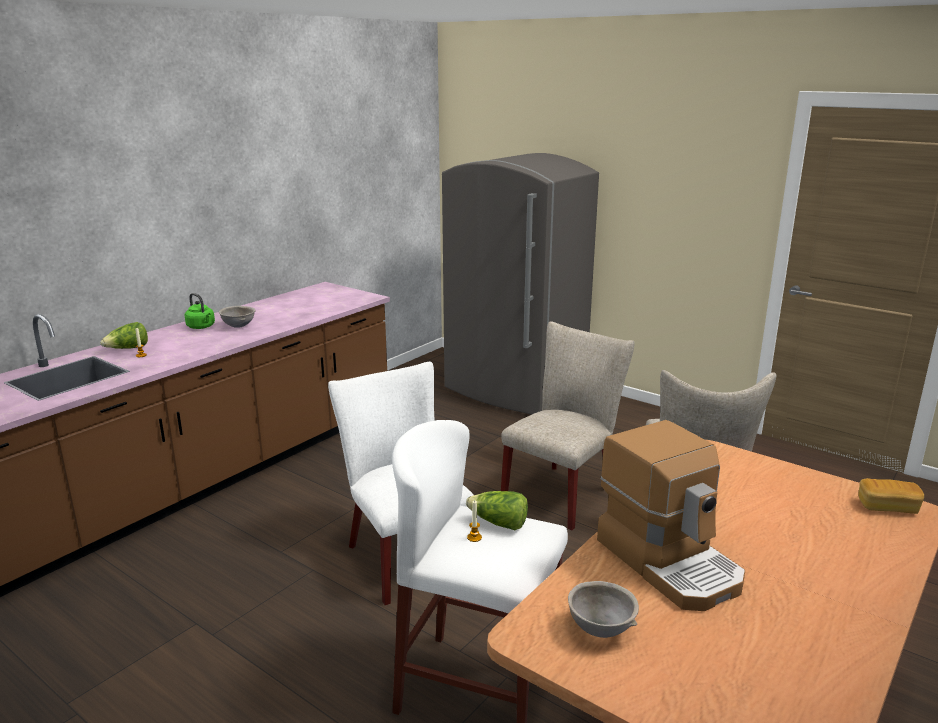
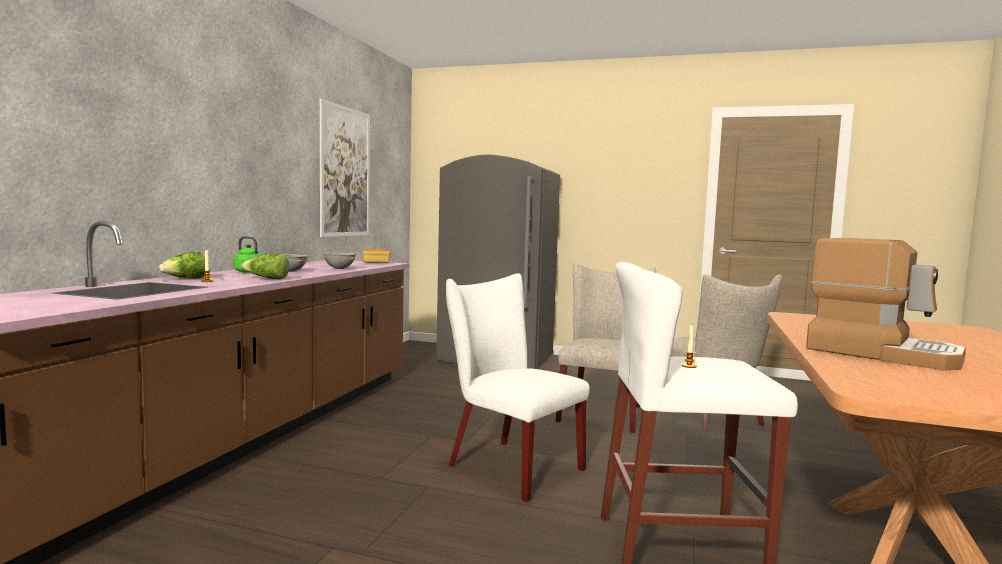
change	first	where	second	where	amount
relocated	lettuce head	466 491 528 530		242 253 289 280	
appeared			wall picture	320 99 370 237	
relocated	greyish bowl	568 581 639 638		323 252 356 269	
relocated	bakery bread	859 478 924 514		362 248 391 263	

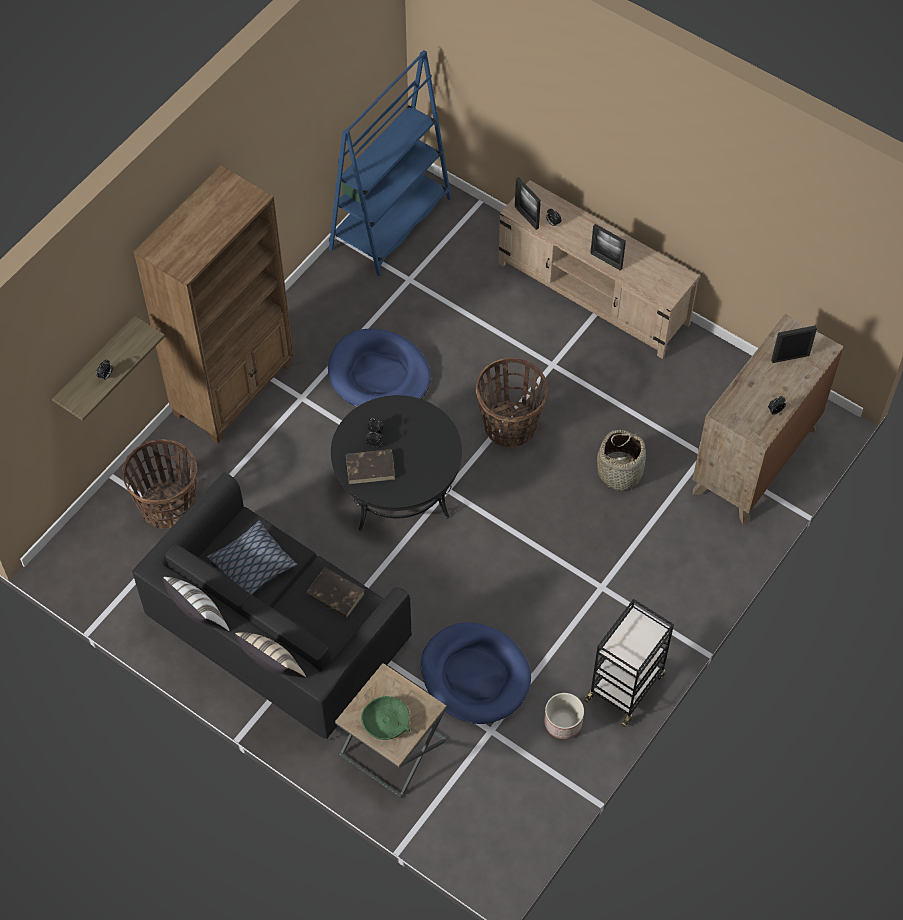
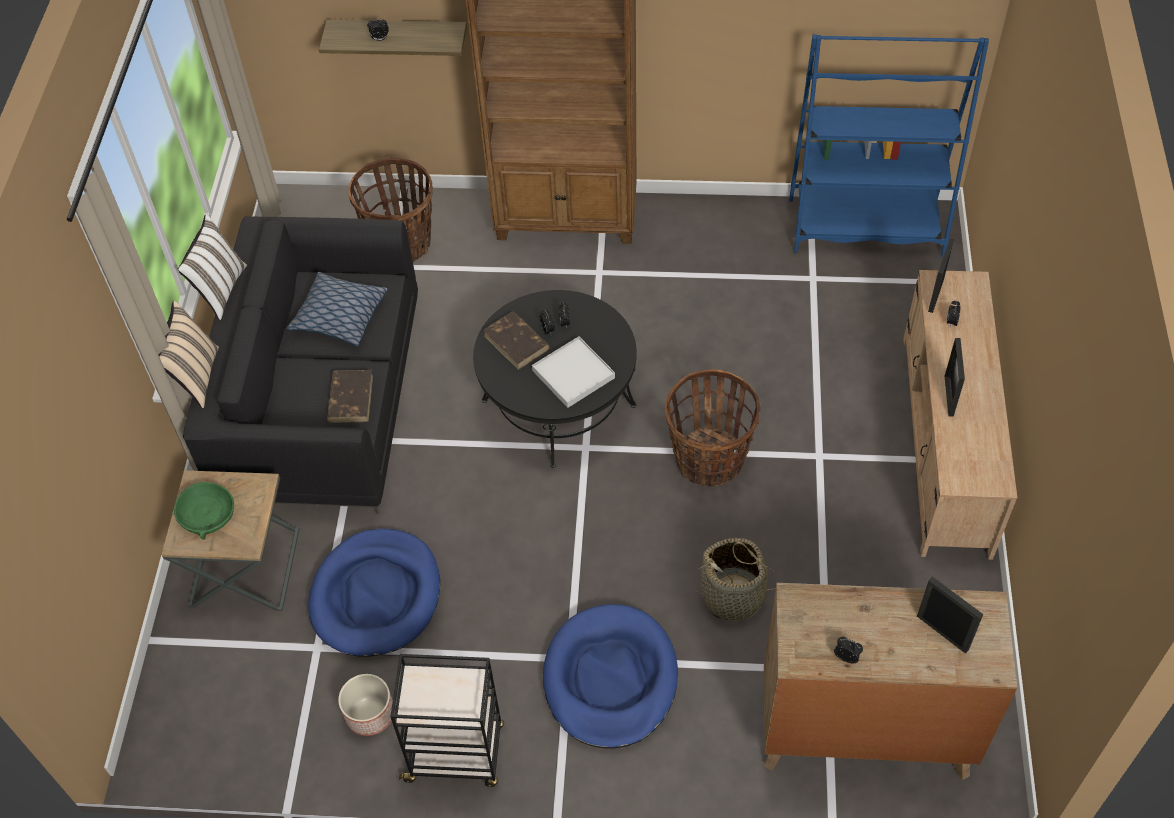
change	first	where	second	where	amount
appeared			white tray	532 336 615 408	
relocated	blue-coloured dog bed	328 329 431 407		543 604 678 749	

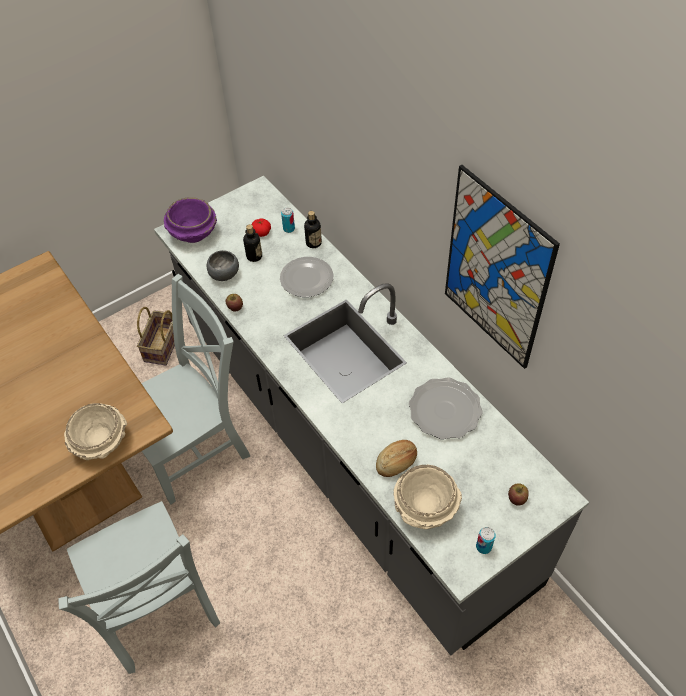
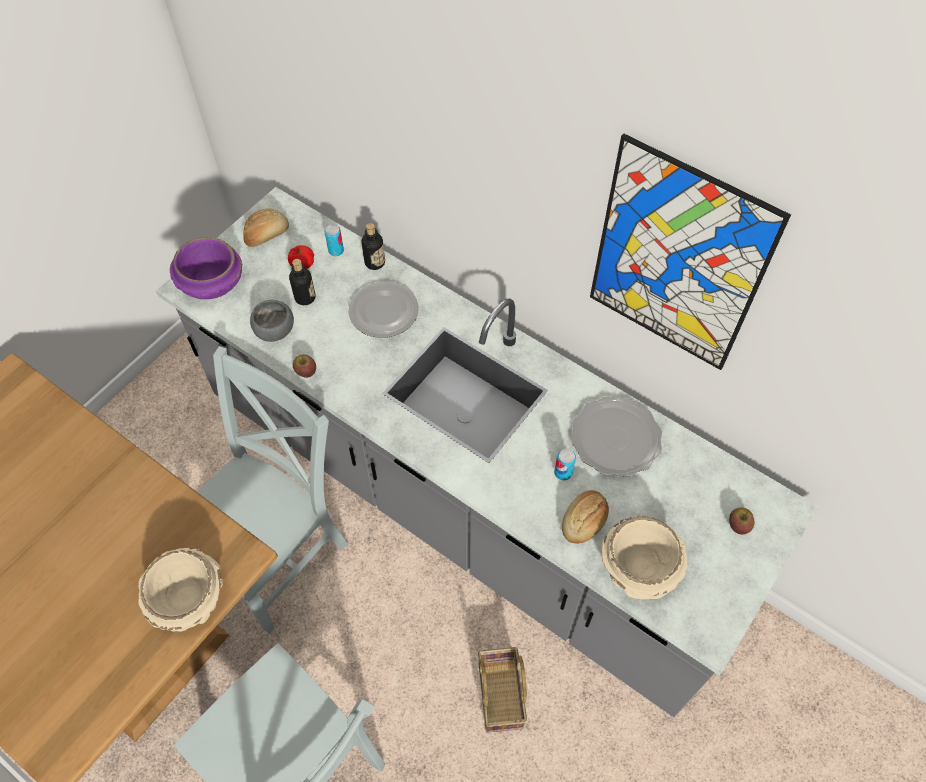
change	first	where	second	where	amount
appeared			bakery bread	243 208 289 247	
relocated	household basket	137 307 175 365		478 647 527 733	
relocated	can	476 527 496 554		554 448 576 481	

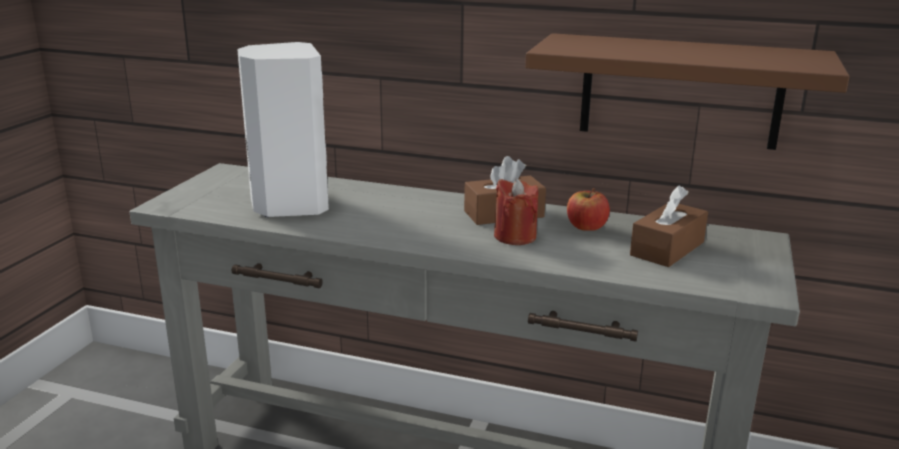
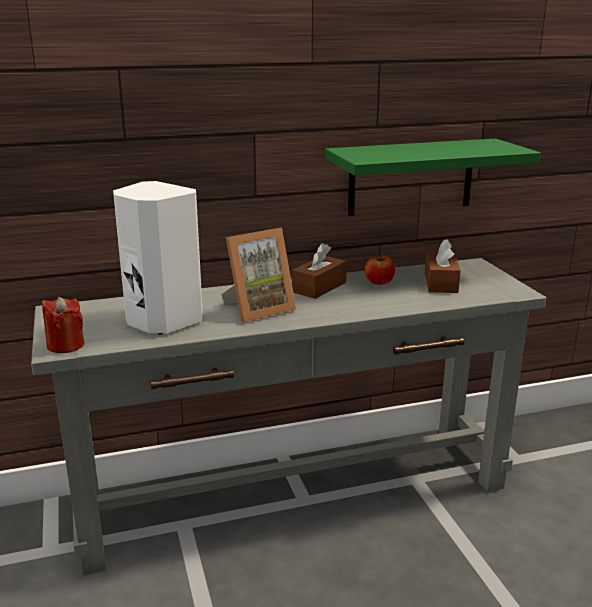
change	first	where	second	where	amount
relocated	red-coloured wax light	494 178 538 245		42 297 84 353	
appeared			standing frame	221 227 296 322	
colour	brownish bracket shelf	525 33 850 150	greenish bracket shelf	325 139 541 216	

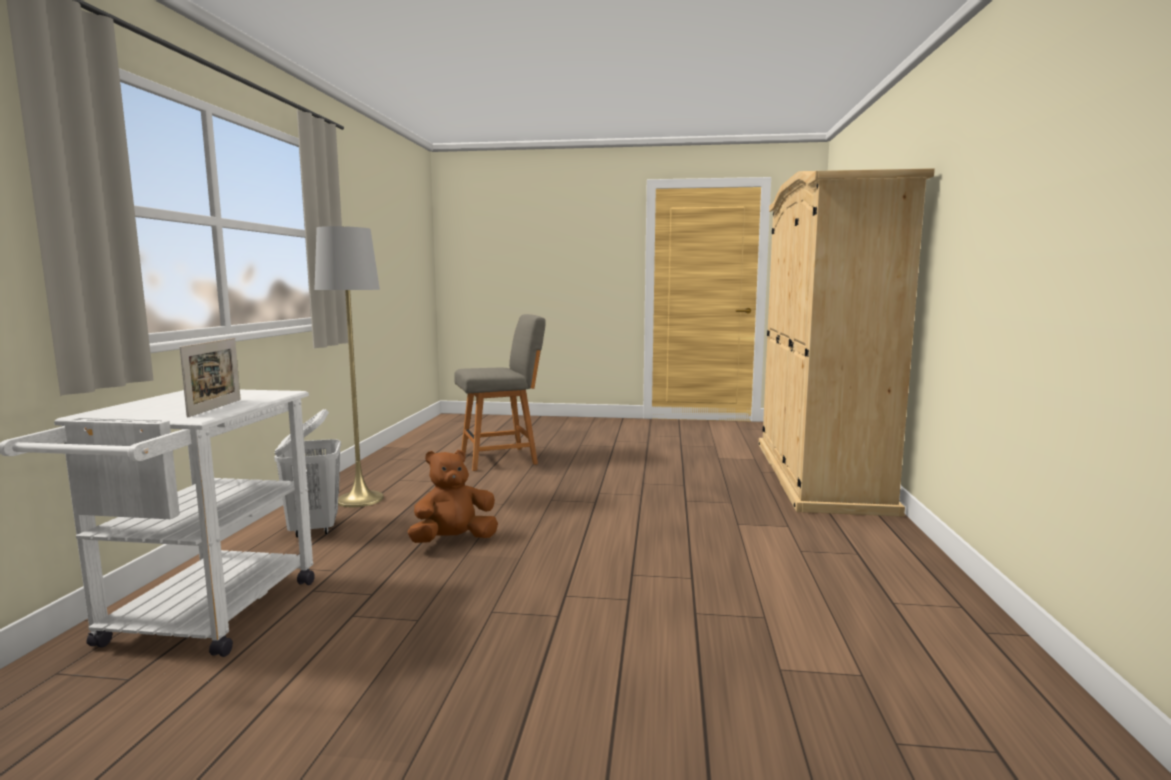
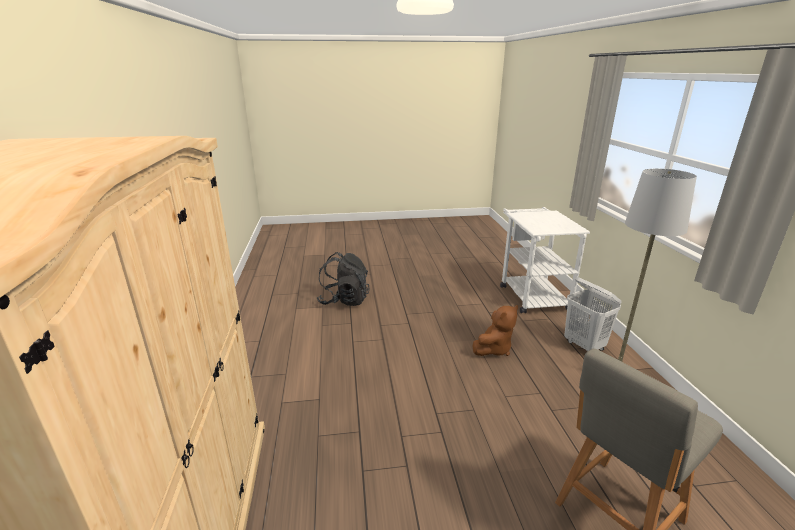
change	first	where	second	where	amount
appeared			blackish backpack	317 252 370 306	
missing	standing frame	179 338 241 418			

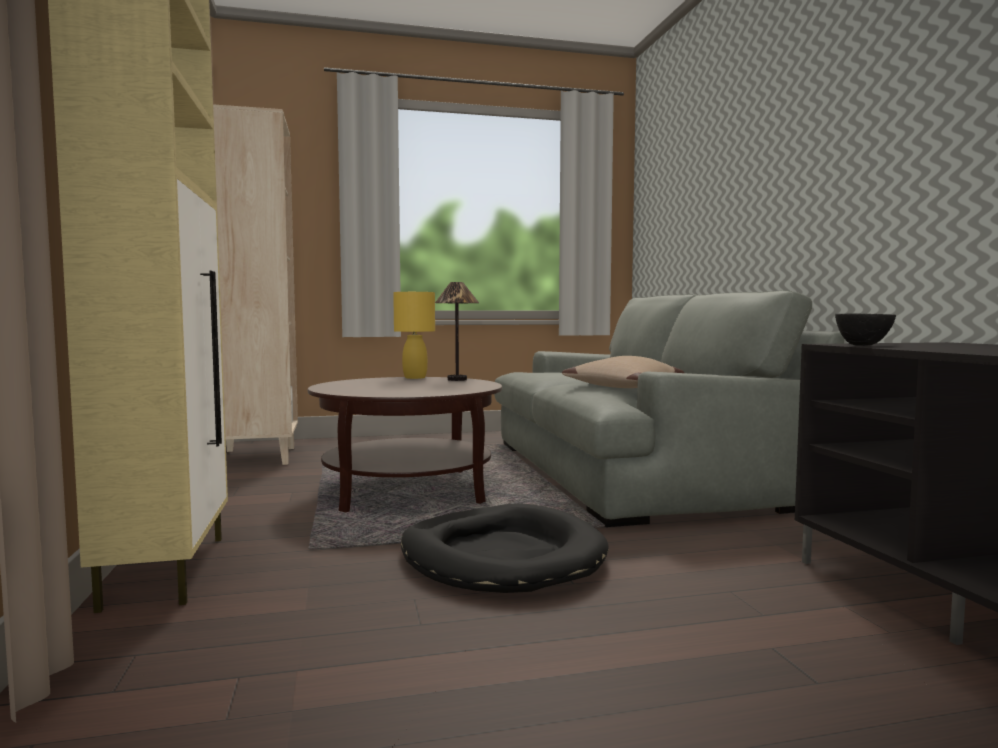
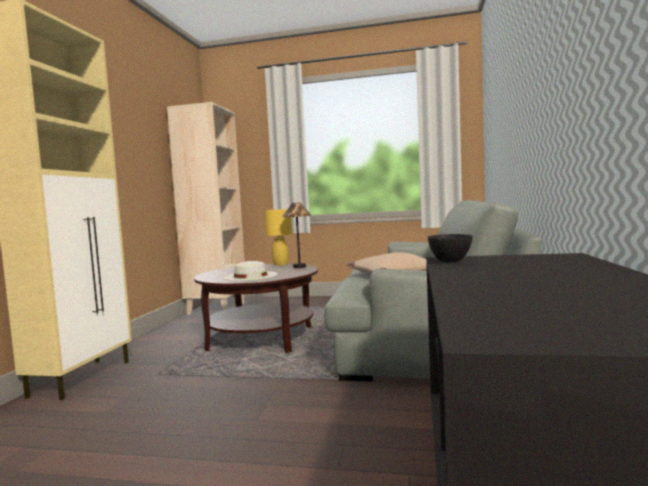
change	first	where	second	where	amount
appeared			white hat	223 261 278 281	
missing	blackish dog bed	401 503 609 593			

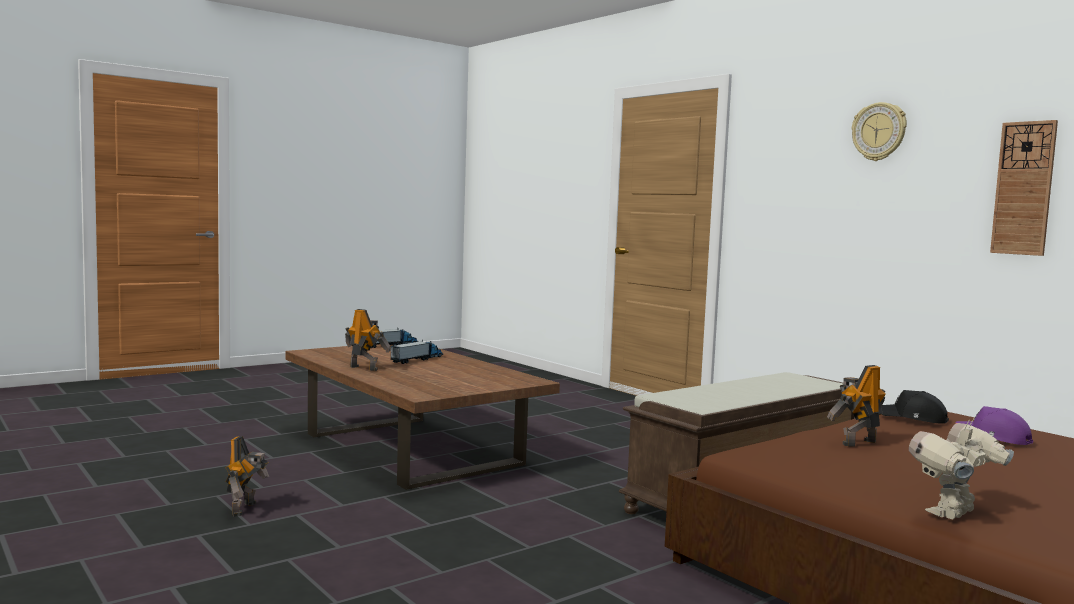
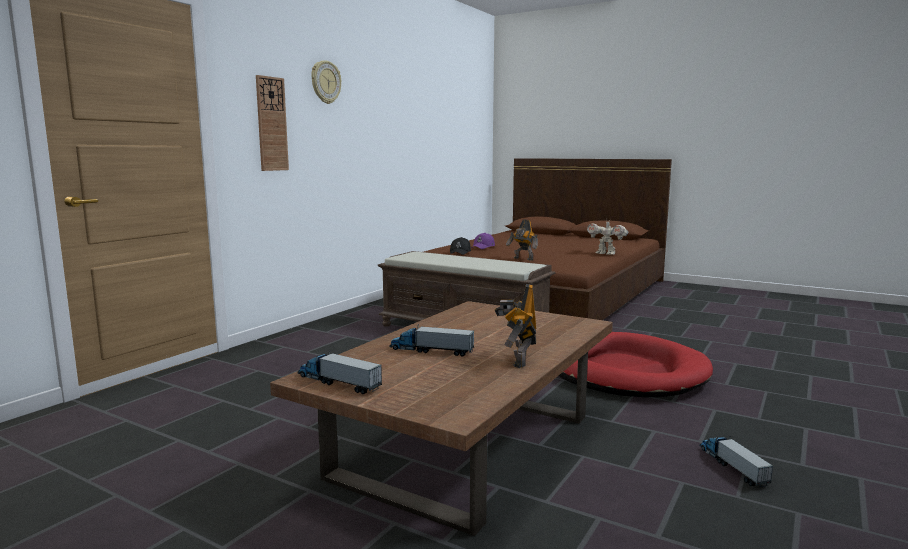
change	first	where	second	where	amount
relocated	clock on the wall	990 120 1058 256		256 75 289 171	
appeared			red-coloured dog bed	559 332 713 397	
exchanged	model robot	226 436 269 517	toy lorry	699 436 773 487	

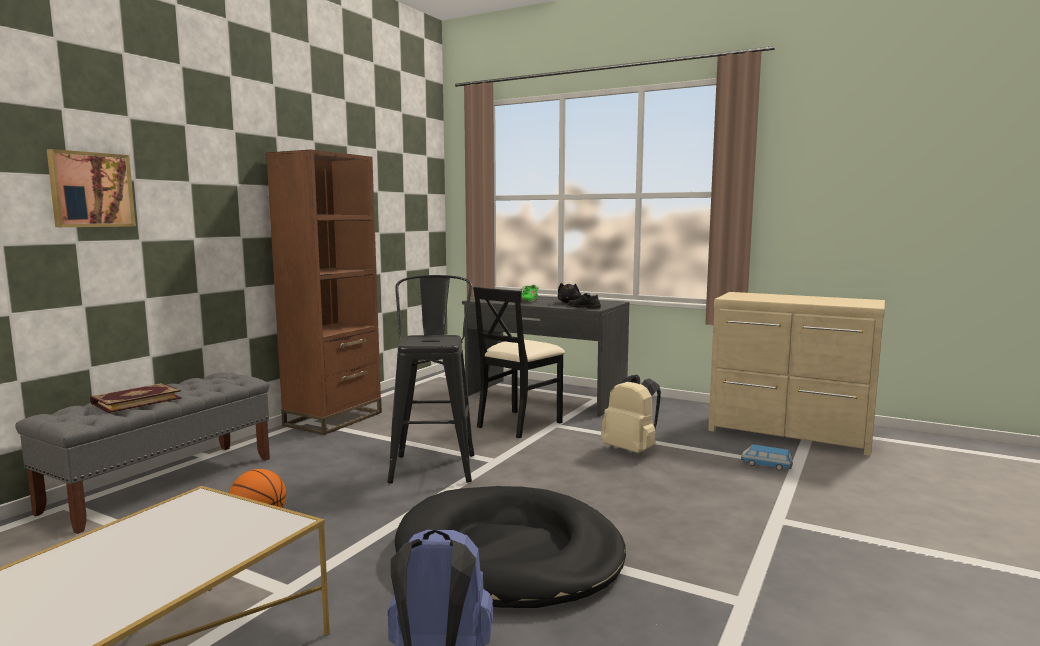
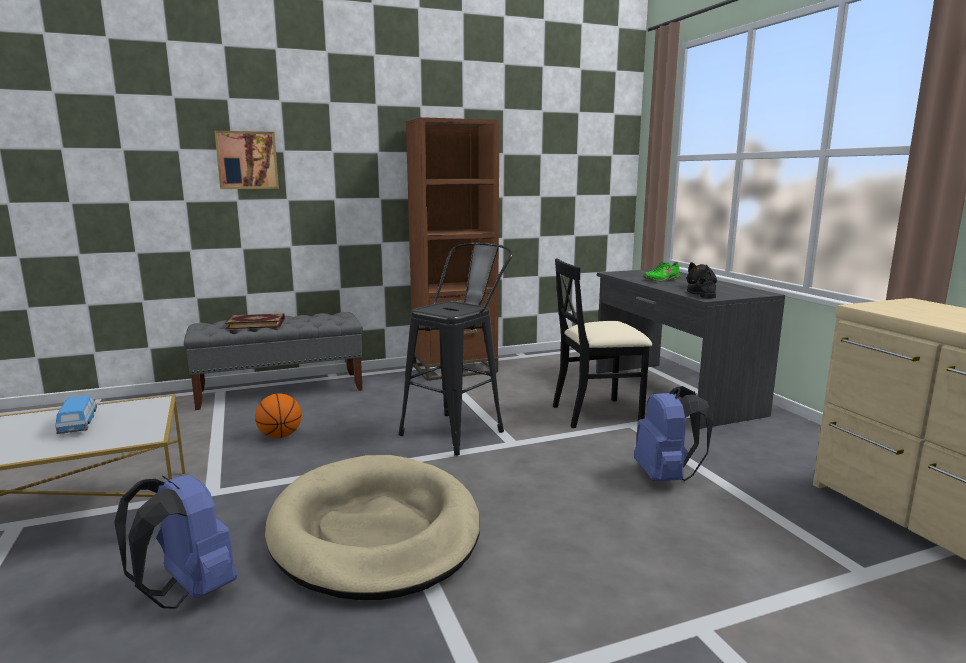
change	first	where	second	where	amount
relocated	toy car	741 444 793 470		56 395 97 434	
colour	blackish dog bed	394 486 626 608	beige-coloured dog bed	265 455 480 600	
colour	beige-coloured backpack	601 375 661 453	blue-coloured backpack	634 386 713 481	

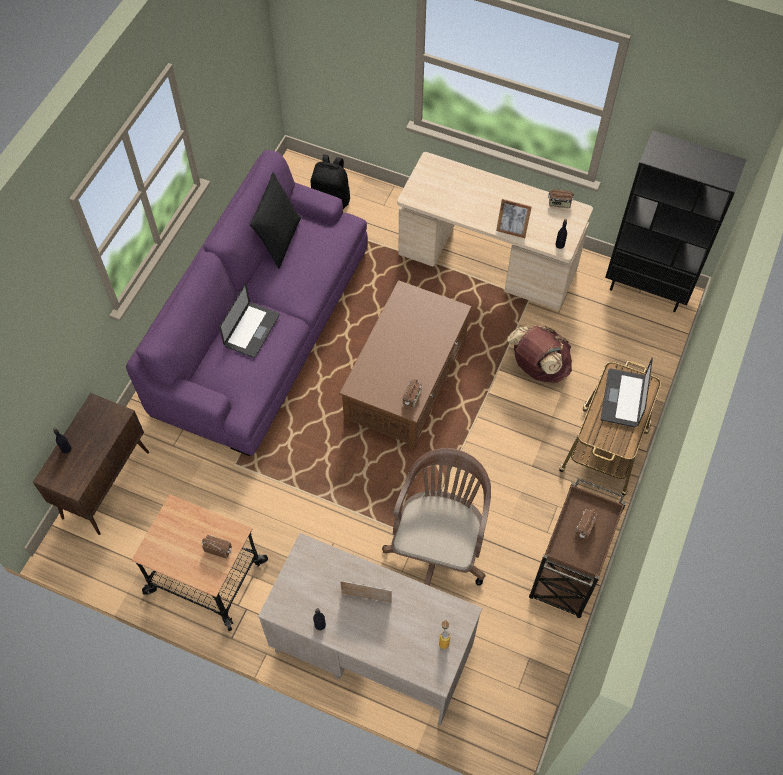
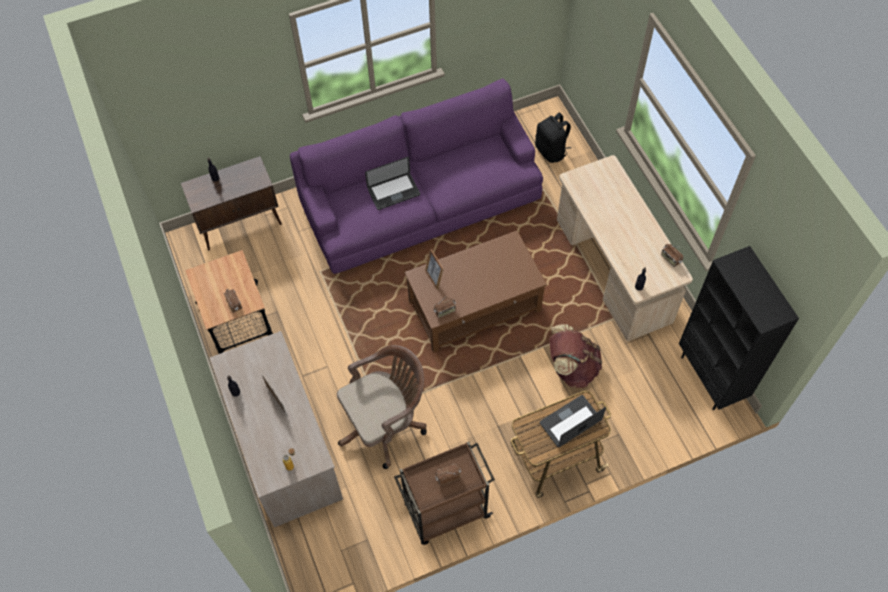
change	first	where	second	where	amount
relocated	standing frame	496 199 532 238		425 249 444 290	
missing	blackish cushion	250 172 301 269			

